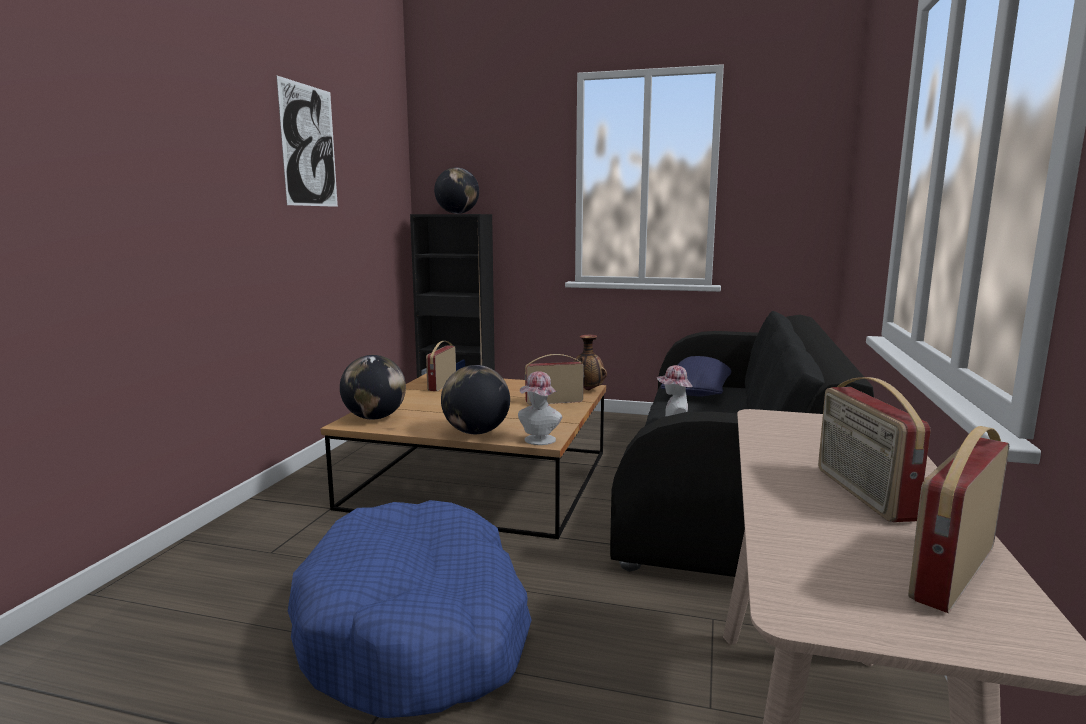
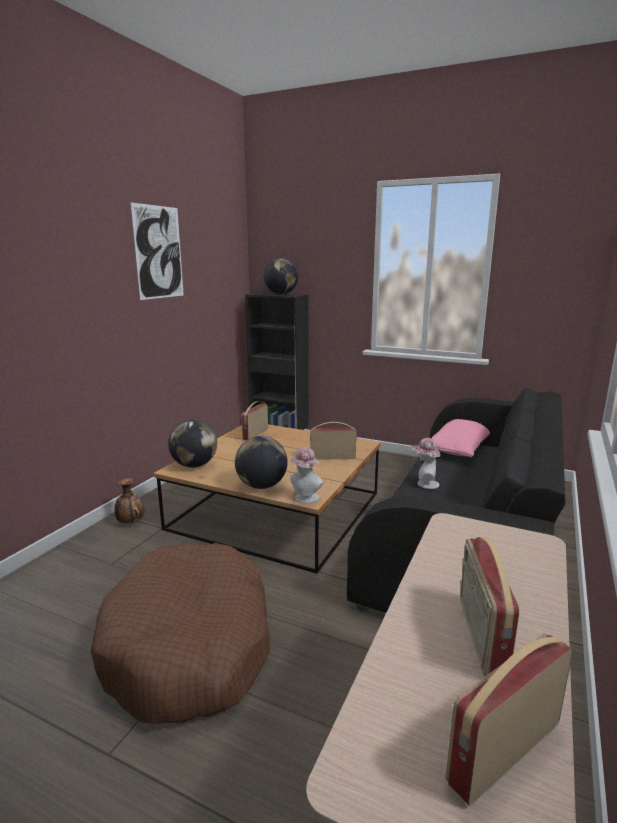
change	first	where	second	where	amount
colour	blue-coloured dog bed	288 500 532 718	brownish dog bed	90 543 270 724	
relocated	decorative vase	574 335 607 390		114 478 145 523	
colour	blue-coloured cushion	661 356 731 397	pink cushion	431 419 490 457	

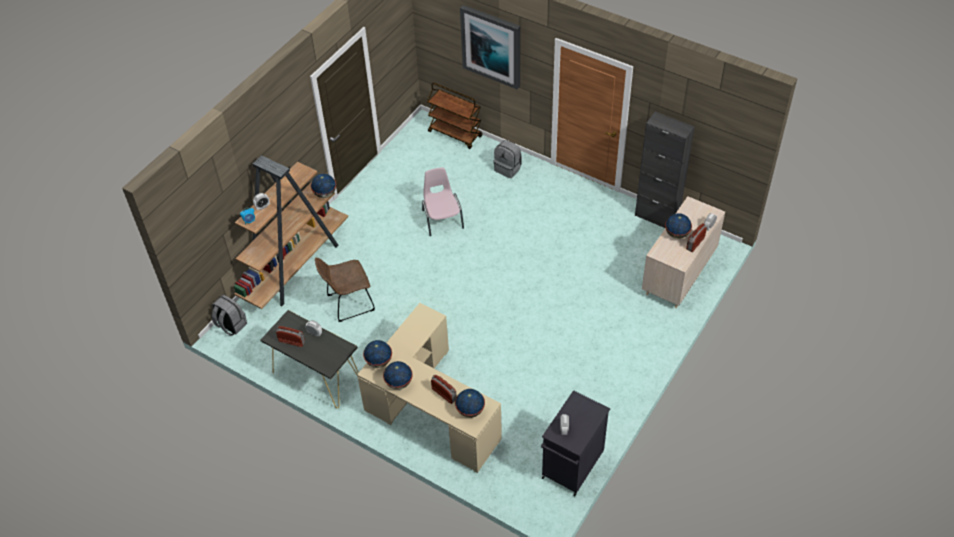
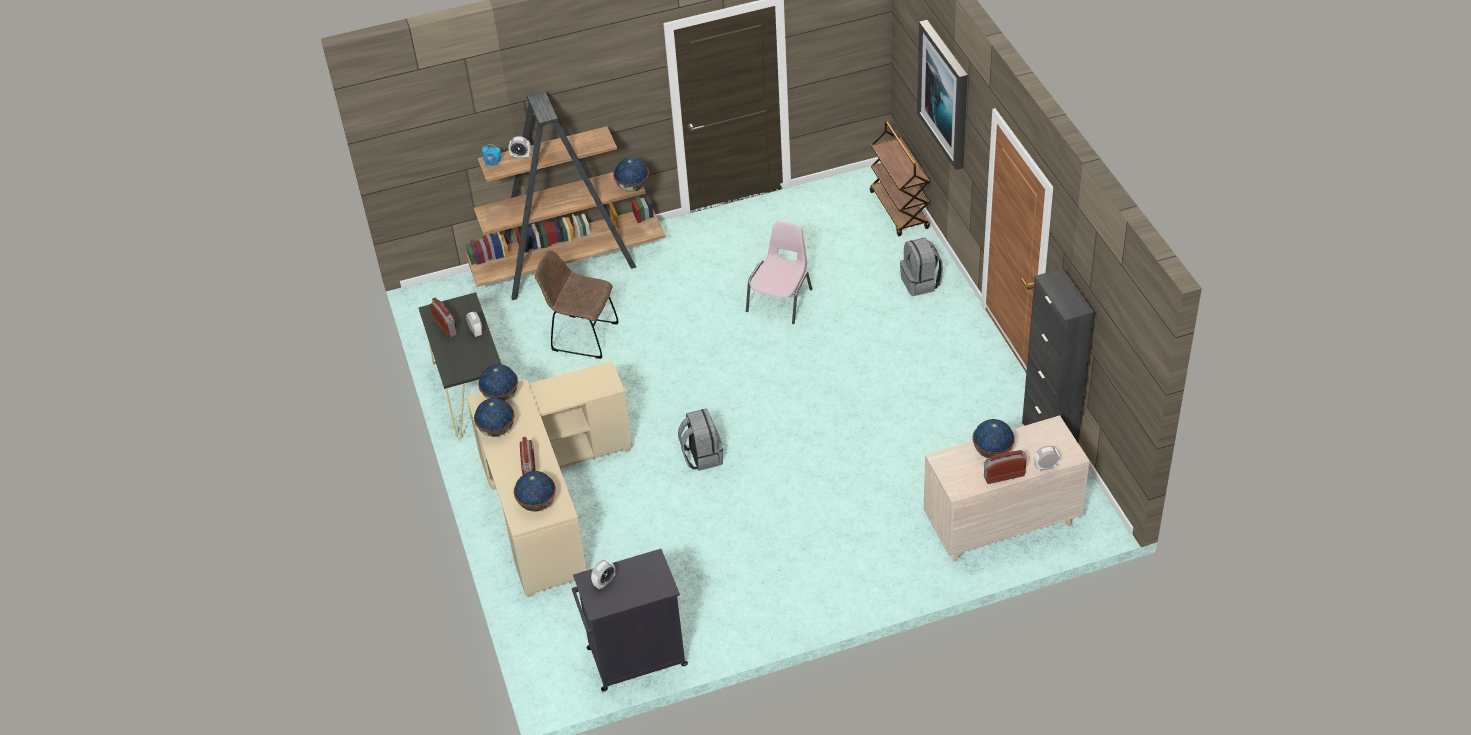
change	first	where	second	where	amount
relocated	greyish backpack	212 295 247 336		678 408 723 471	

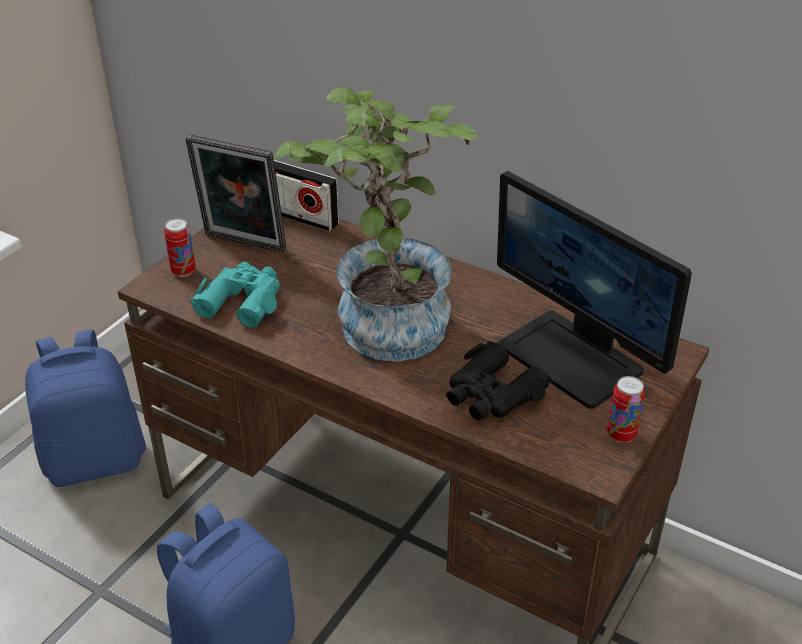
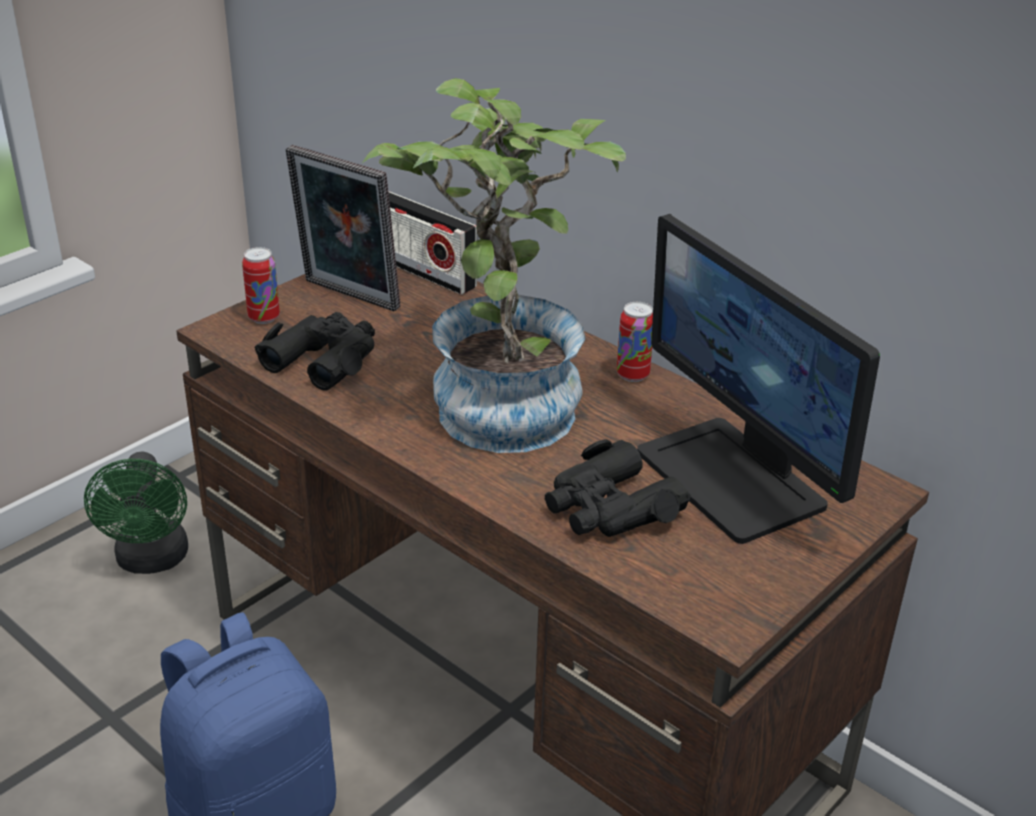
change	first	where	second	where	amount
exchanged	blue-coloured backpack	25 330 146 487	greenish electric fan	84 452 188 574	
colour	blue-green field glasses	190 262 280 328	blackish field glasses	255 312 375 391	
relocated	can	607 376 645 443		617 302 653 382	

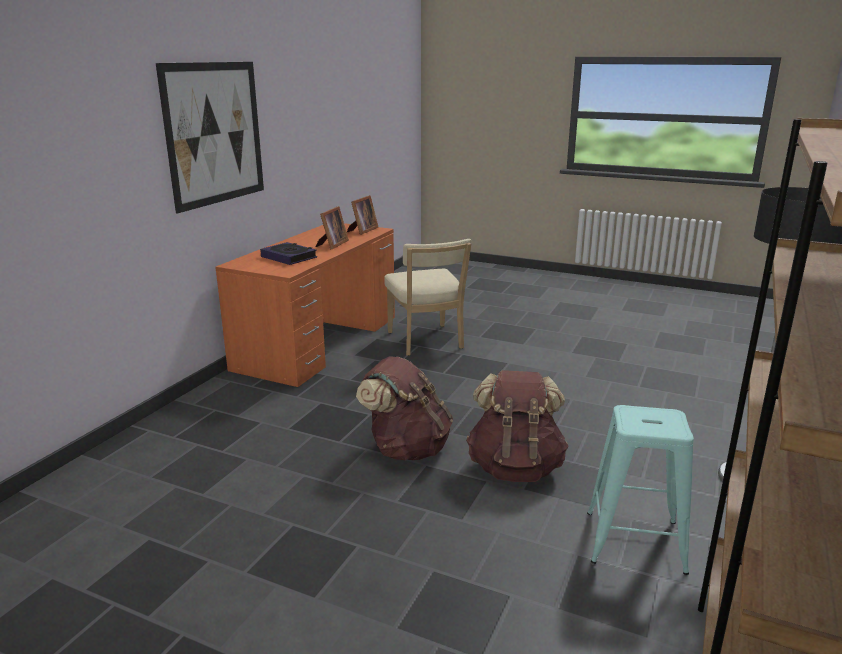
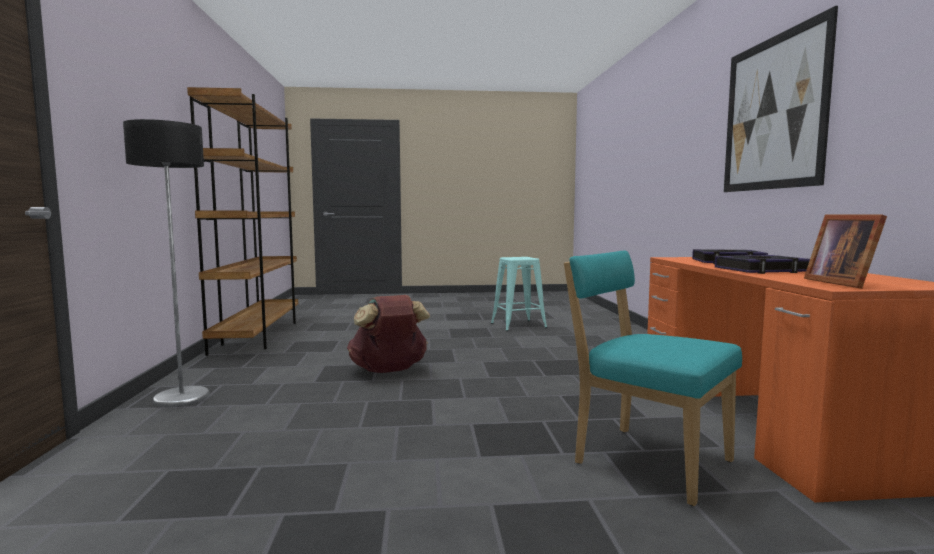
change	first	where	second	where	amount
relocated	blue-green stool	587 405 694 575		491 257 547 331	
colour	beige-coloured plain chair	384 239 471 356	blue-green plain chair	564 250 742 506	
exchanged	standing frame	316 206 349 249	book	715 255 810 274	
missing	brownish backpack	356 356 453 460			

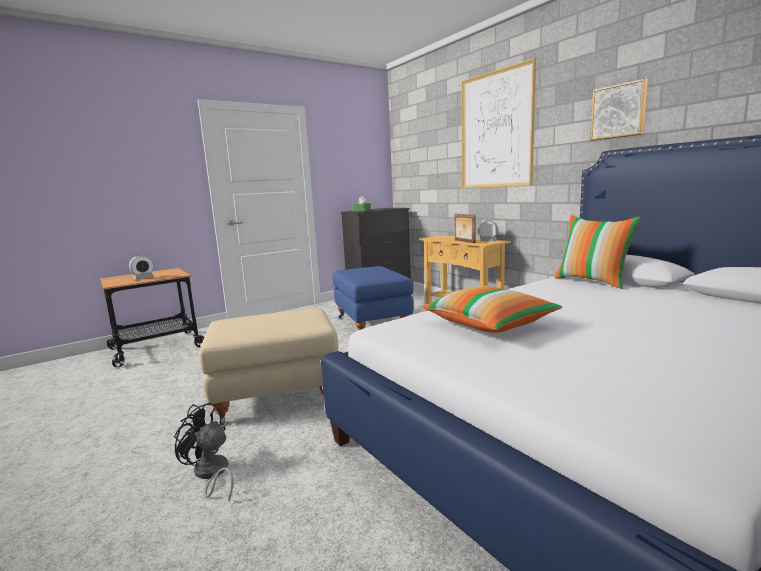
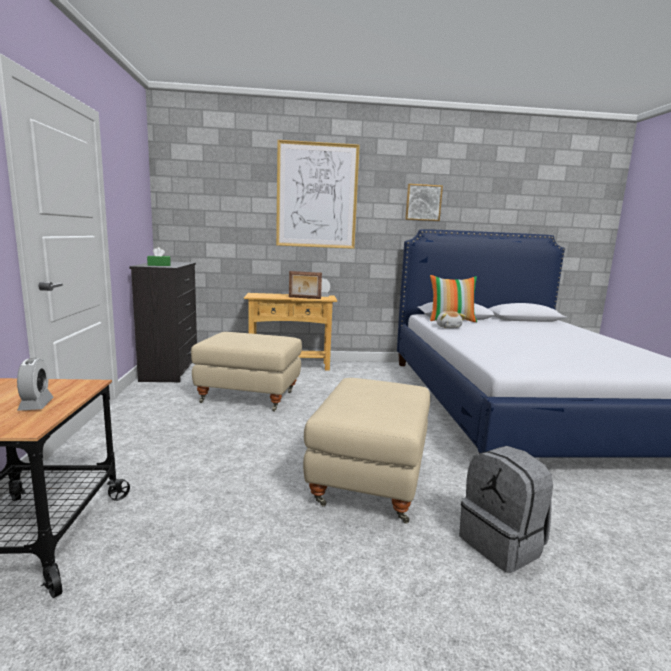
change	first	where	second	where	amount
colour	blue-coloured pouffe	332 266 414 330	beige-coloured pouffe	191 332 302 411	
appeared			cuddly toy	437 311 466 328	
exchanged	blackish electric fan	173 403 233 502	greyish backpack	459 446 553 573	
missing	cushion	422 286 562 333			

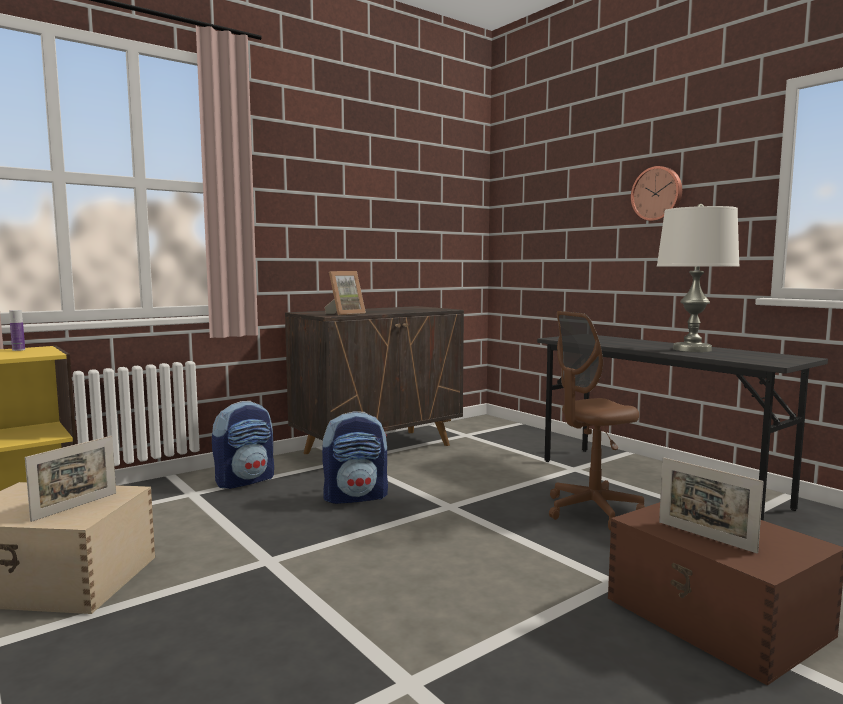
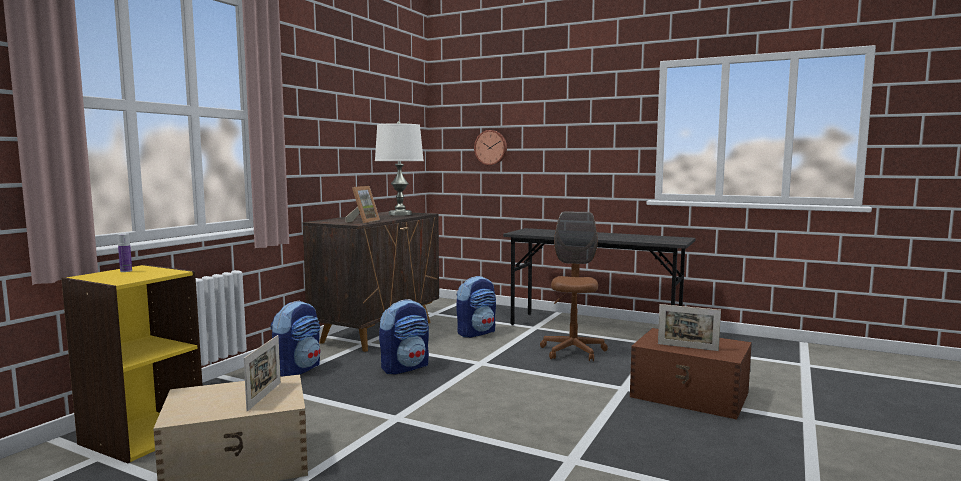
change	first	where	second	where	amount
relocated	white tabletop lamp	657 204 740 352		375 121 424 216	
appeared			backpack	456 276 496 338	
relocated	clock on the wall	631 166 682 221		474 130 507 165	
spun	brownish computer chair	549 311 645 530		540 212 608 361	150 degrees clockwise

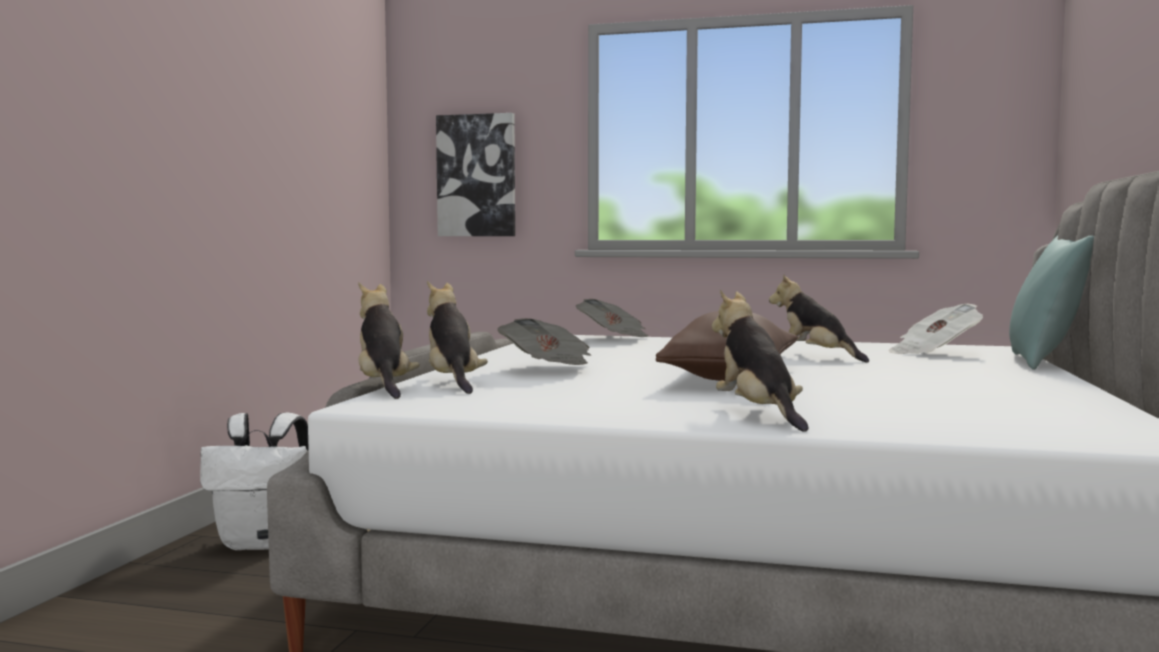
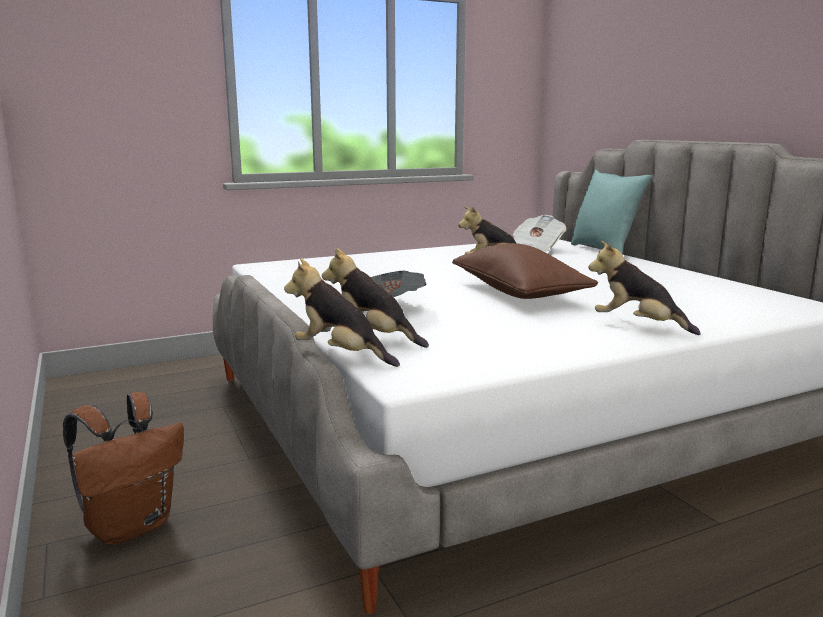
change	first	where	second	where	amount
colour	white backpack	200 412 309 550	brownish backpack	63 392 184 545	
missing	wall picture	436 113 515 236			
missing	printed paper	576 299 648 337			

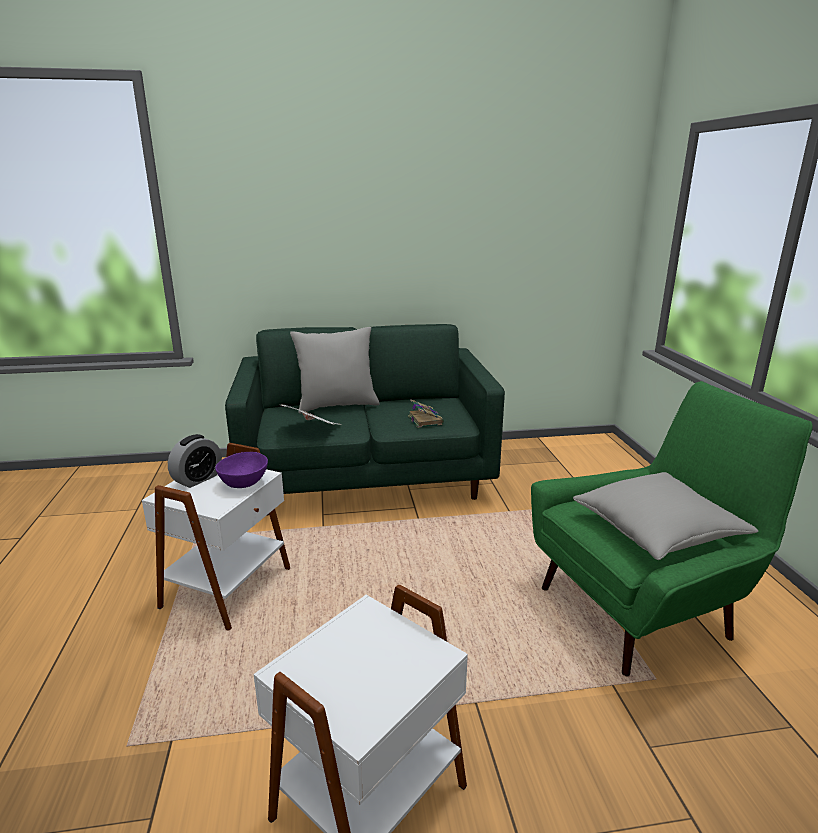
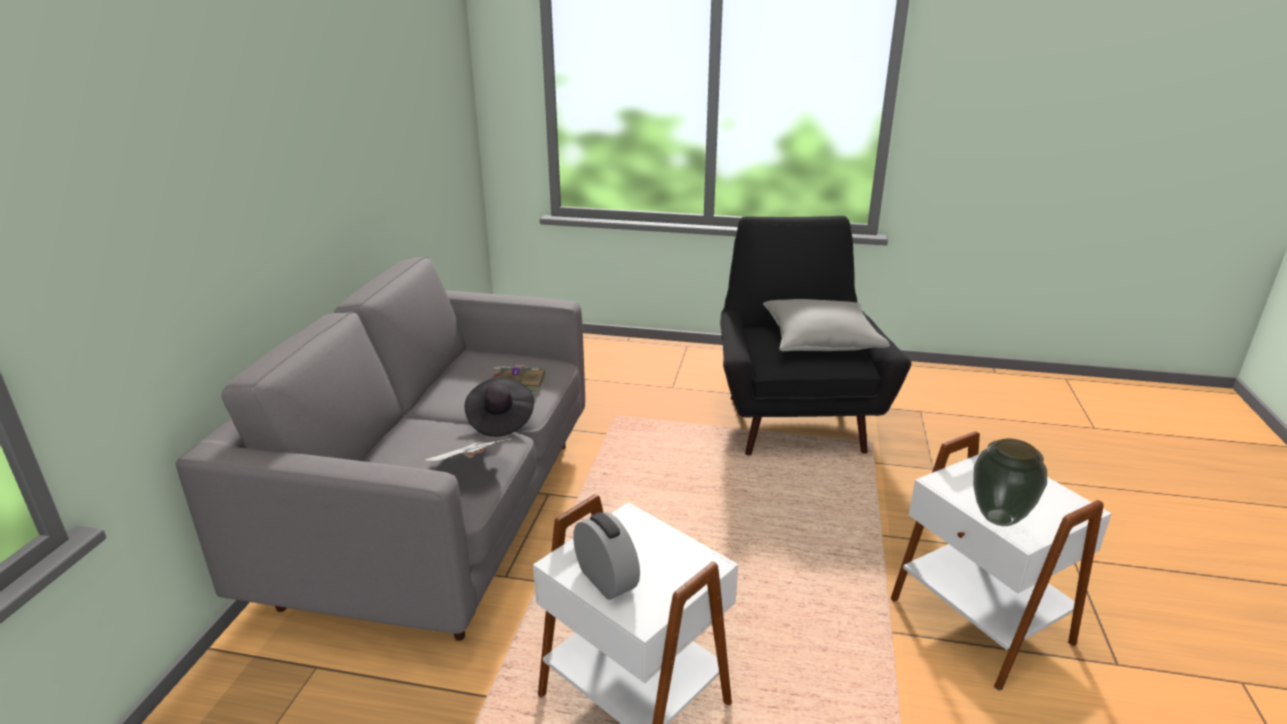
change	first	where	second	where	amount
colour	greenish settee	225 324 505 516	greyish settee	175 257 585 641	
appeared			blackish hat	465 377 534 437	
colour	greenish lounge chair	531 381 813 676	blackish lounge chair	720 216 912 456	
appeared			decorative vase	973 438 1047 526	
missing	purple-coloured bowl	215 452 268 488			
missing	greyish cushion	290 327 379 414			

